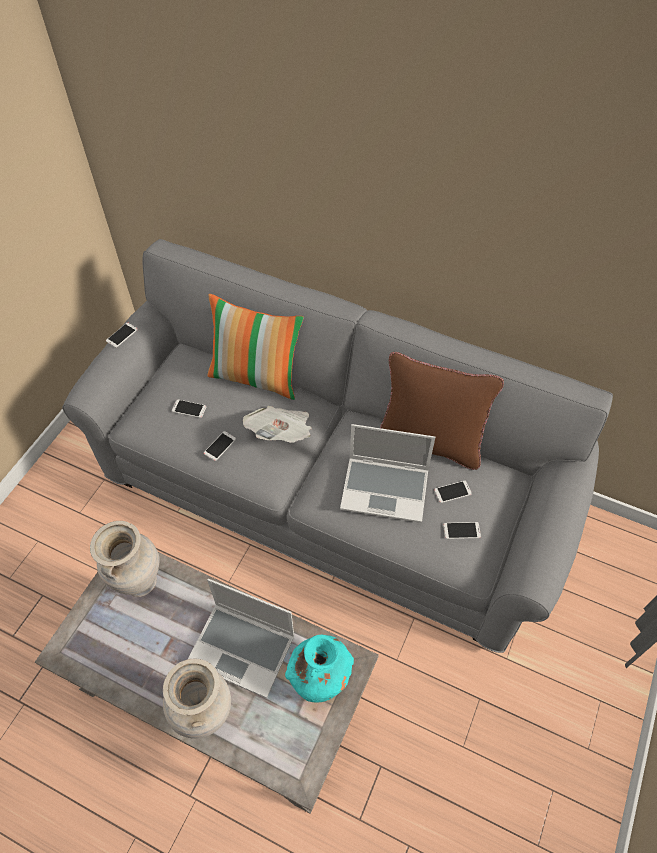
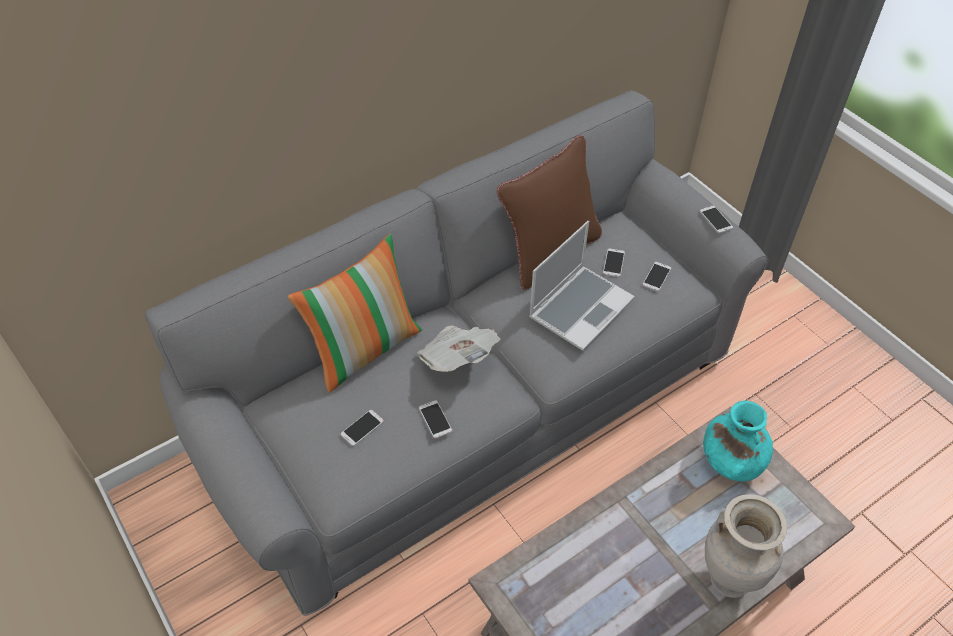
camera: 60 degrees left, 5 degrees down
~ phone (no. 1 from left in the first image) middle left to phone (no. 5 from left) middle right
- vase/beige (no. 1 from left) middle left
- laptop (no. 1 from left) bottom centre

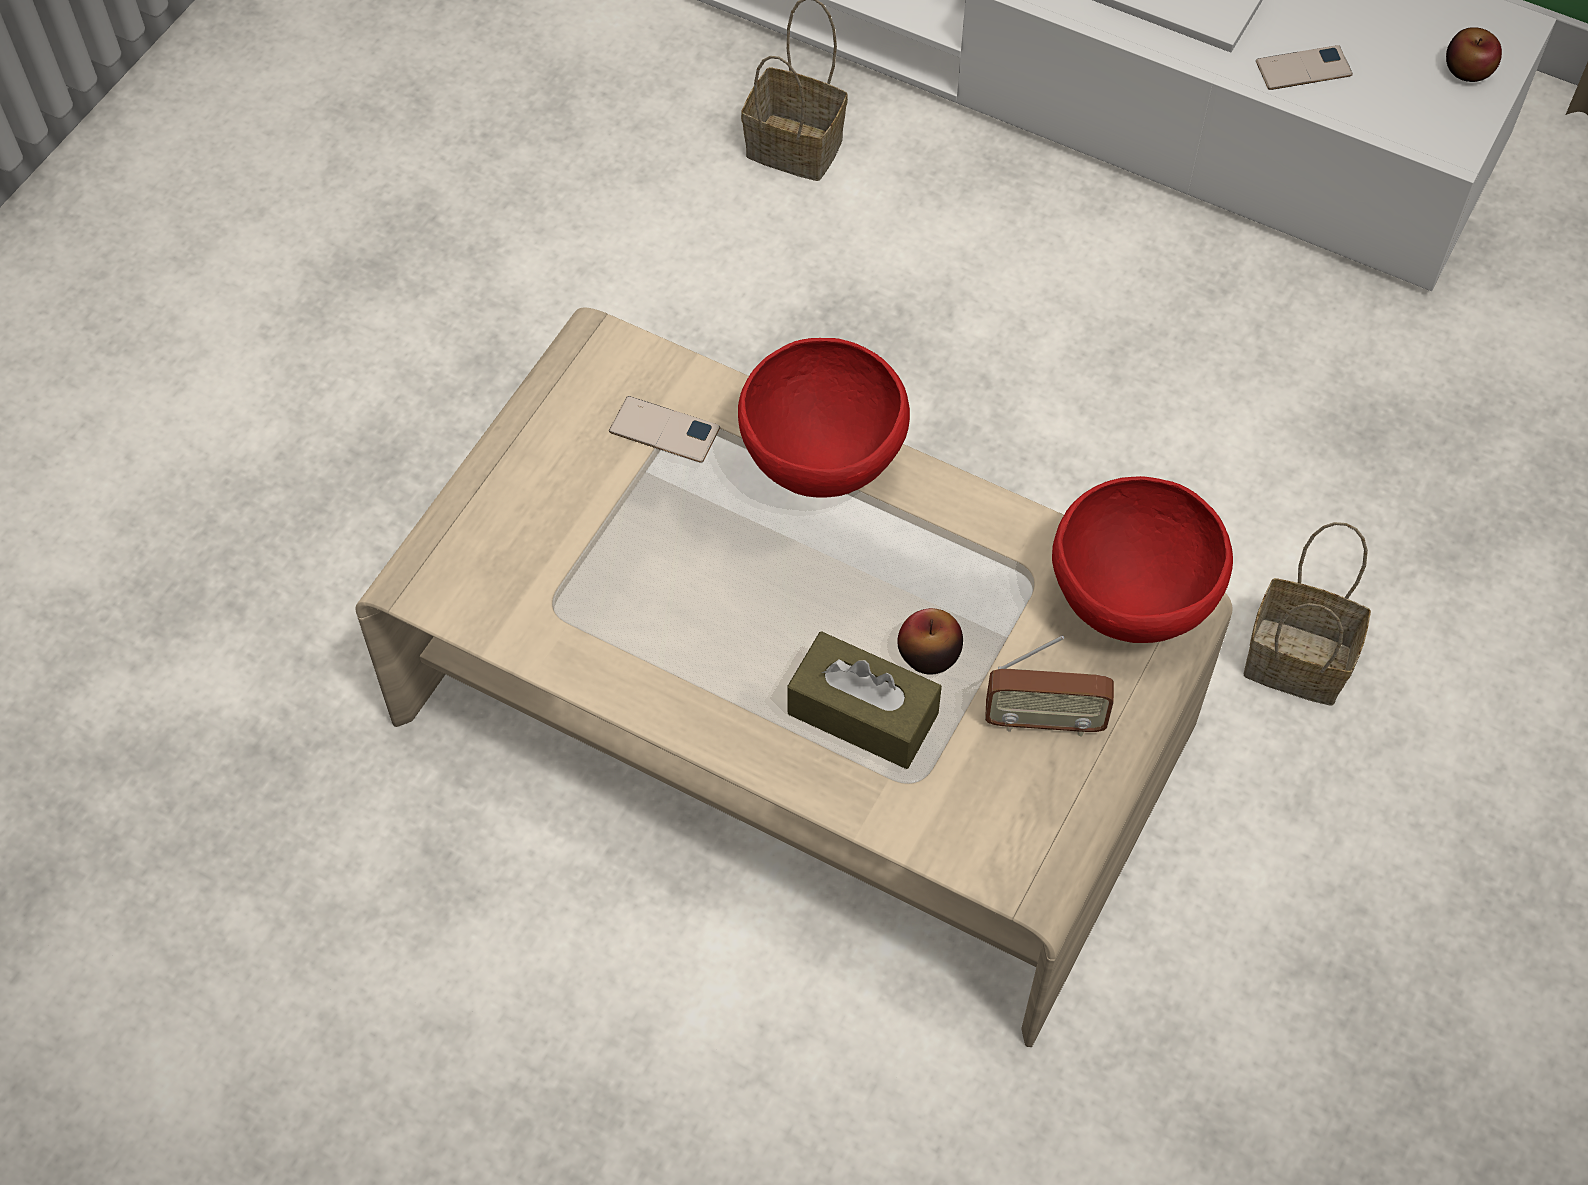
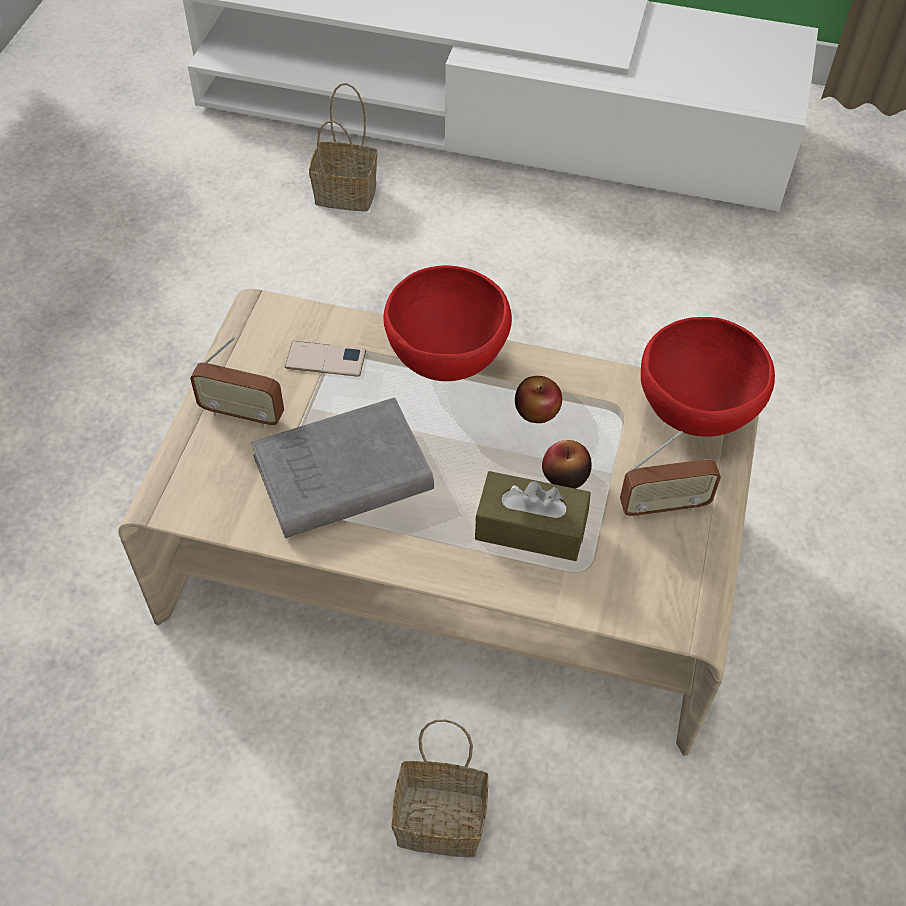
camera: 15 degrees left, 5 degrees down
~ apple (no. 2 from left in the first image) top right to apple (no. 1 from left) centre
- phone (no. 2 from left) top right
~ basket (no. 2 from left) middle right to bottom centre
+ radio (no. 1 from left) middle left
+ book/grey centre

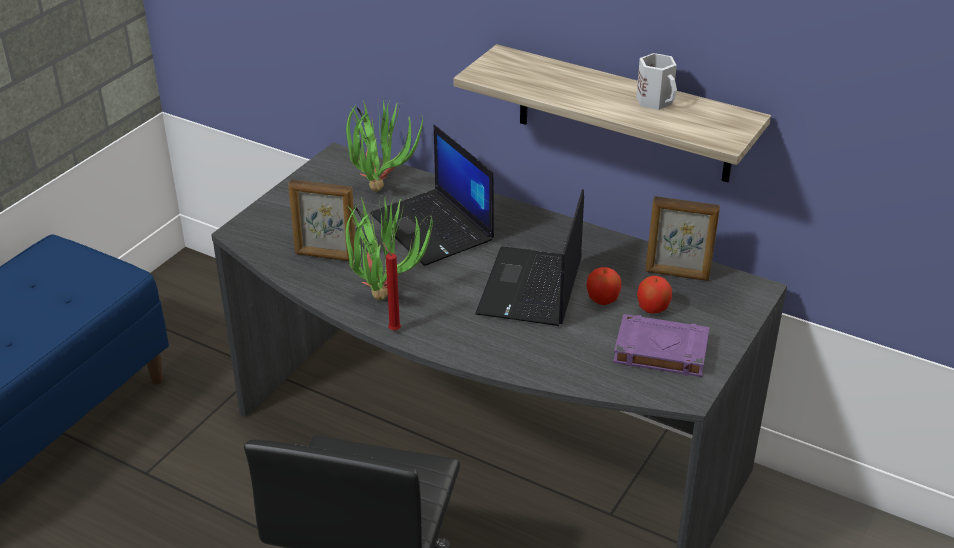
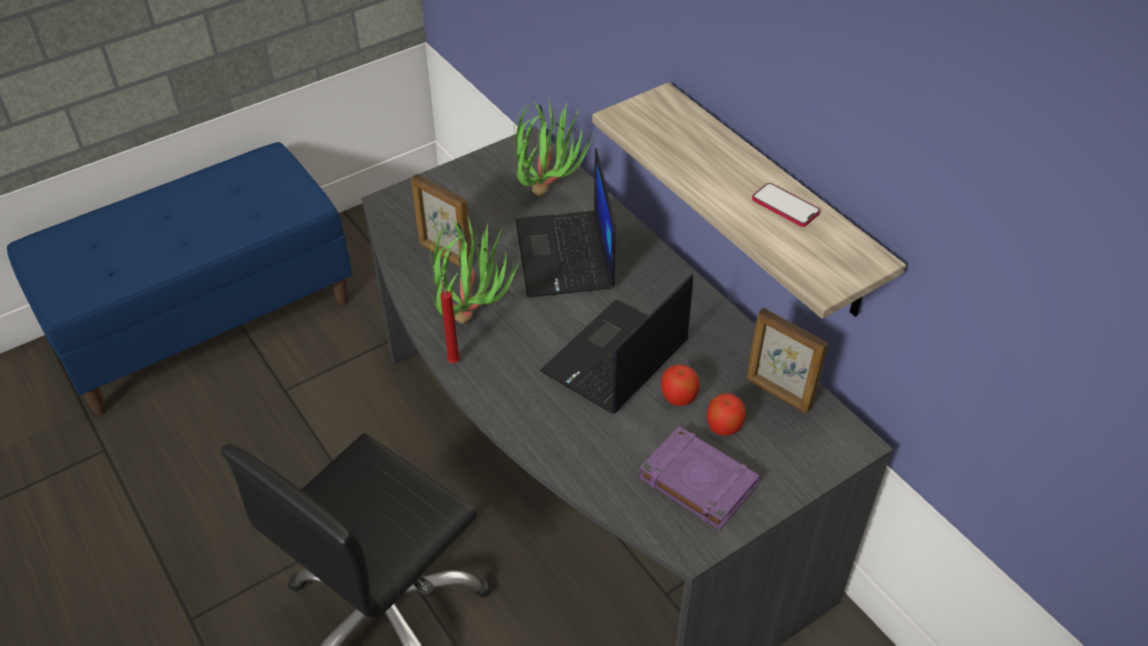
camera: 25 degrees right, 10 degrees up
~ mug/white top right to phone top right

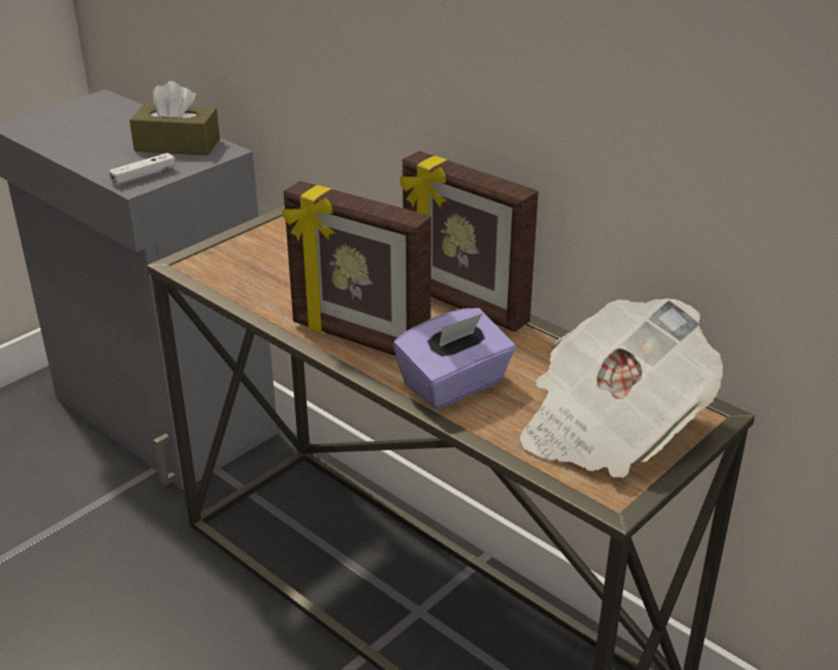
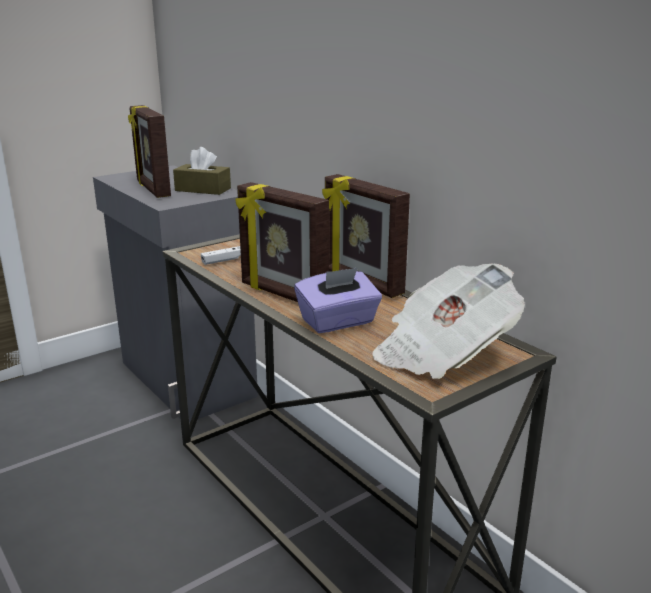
camera: 10 degrees right, 10 degrees down
~ game controller/white top left to centre
+ picture frame (no. 1 from left) top left

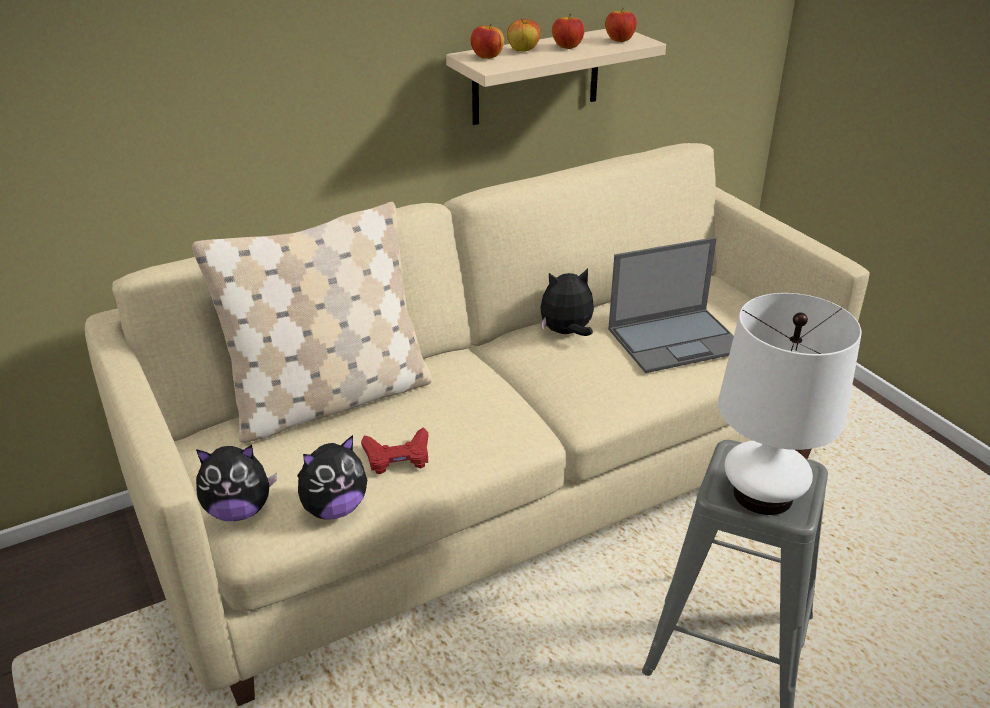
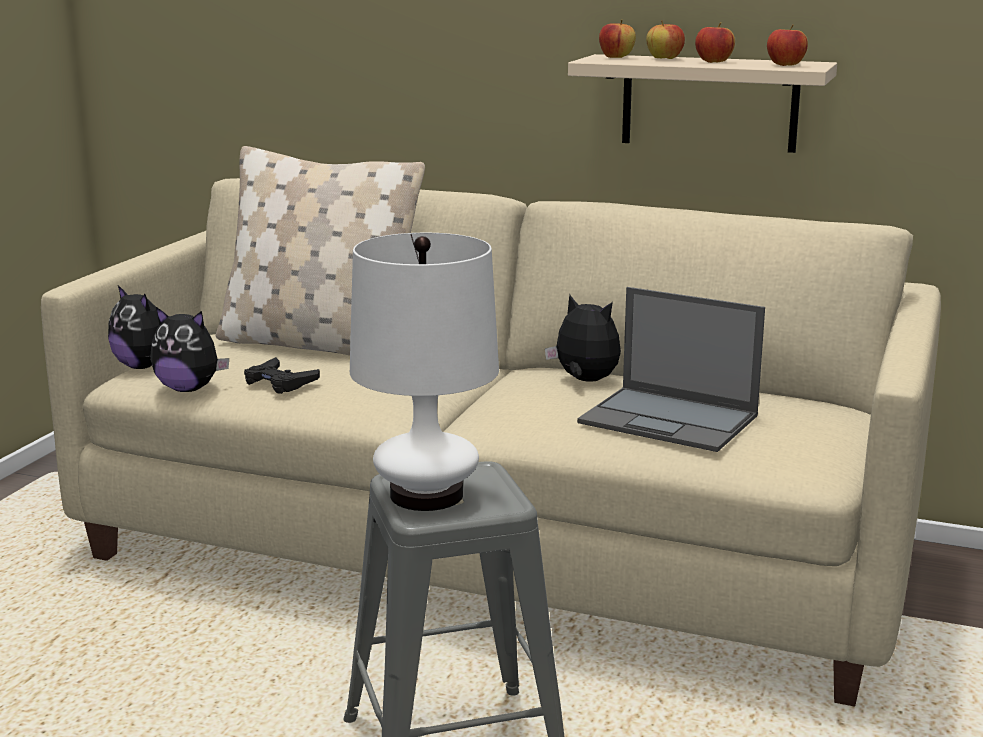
camera: 50 degrees right, 15 degrees down
~ game controller/red centre to game controller/black middle left

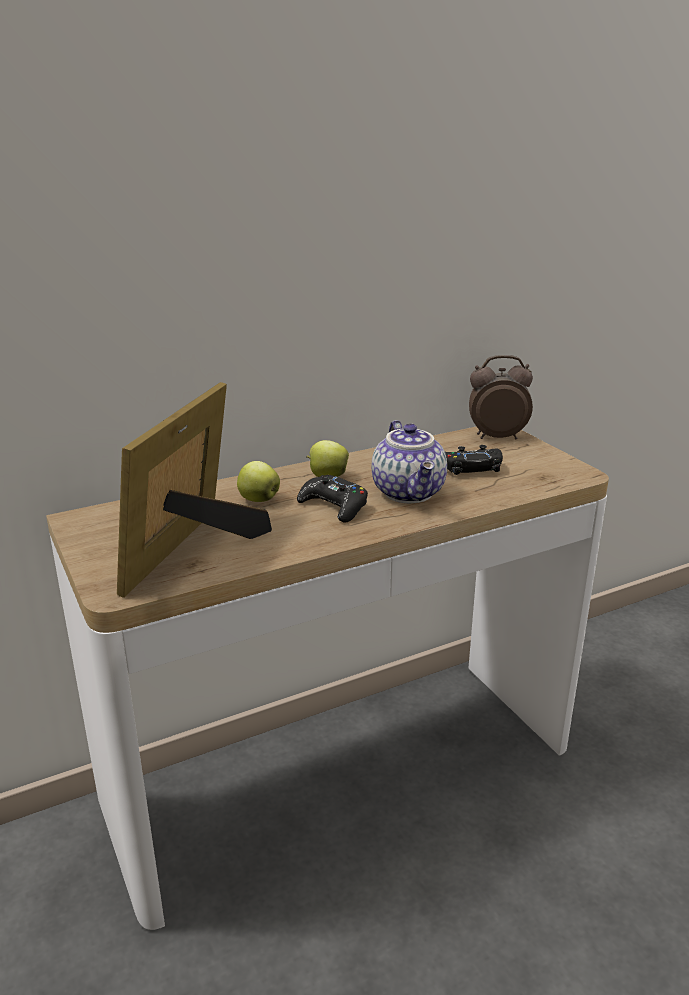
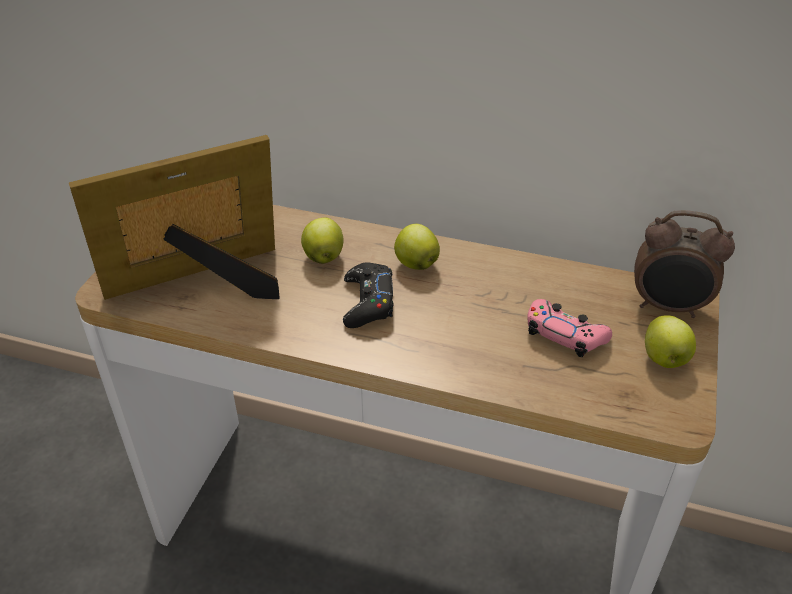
camera: 45 degrees right, 15 degrees up
~ alarm clock middle right = middle right 150 degrees clockwise
- teapot centre
~ game controller/black (no. 2 from left) middle right to game controller/pink middle right
+ apple (no. 3 from left) middle right

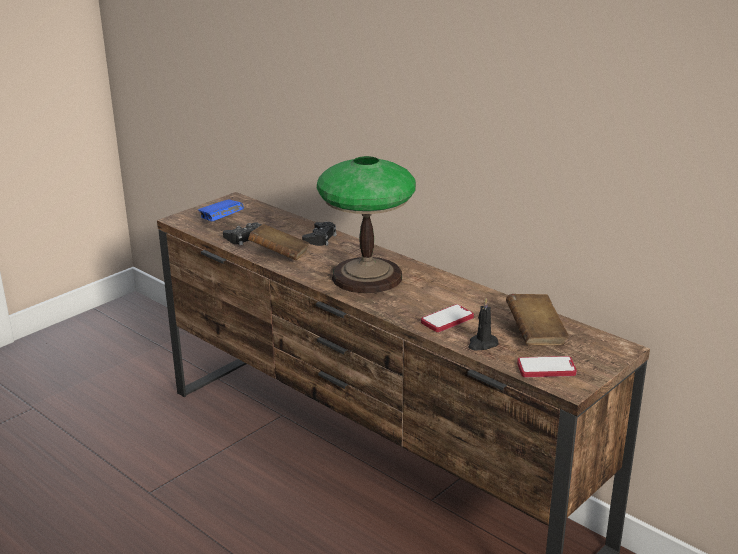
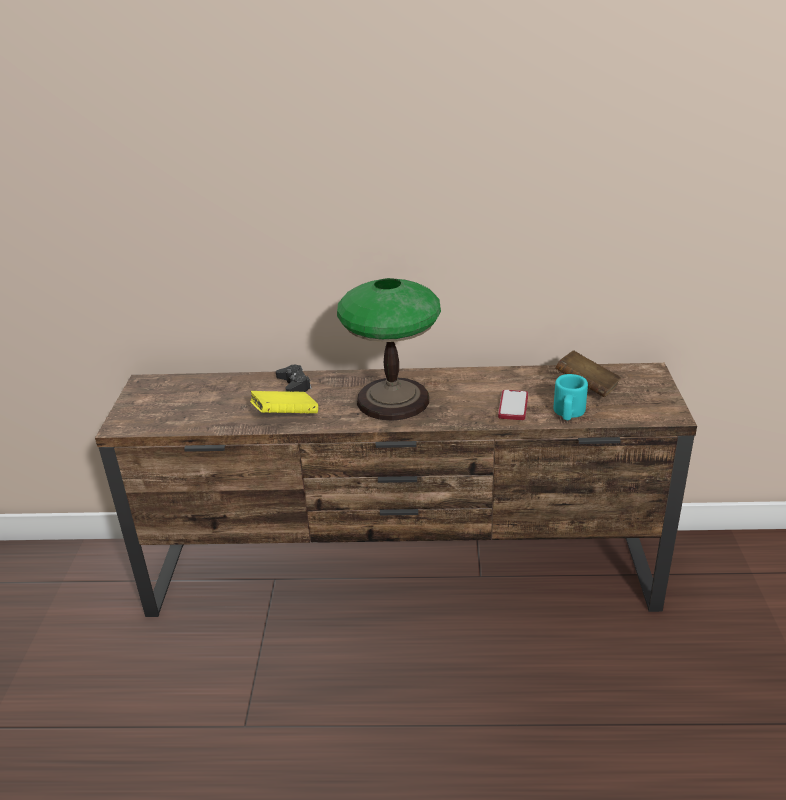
camera: 40 degrees left, 5 degrees up
- book/blue middle left
- game controller/black (no. 1 from left) middle left
~ book/brown (no. 1 from left) centre to book/yellow centre
~ candle/black centre to mug/turquoise middle right
- phone (no. 2 from left) middle right

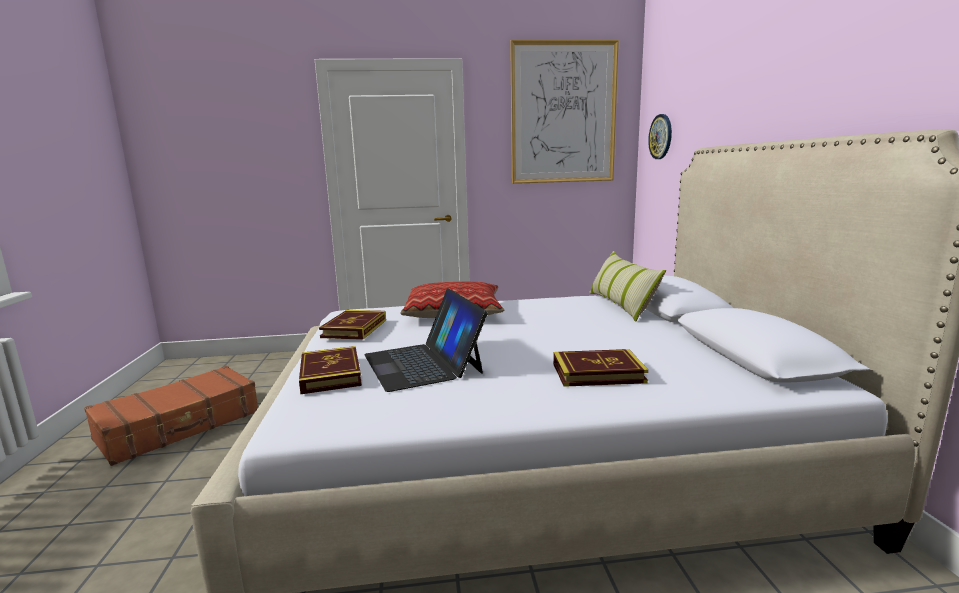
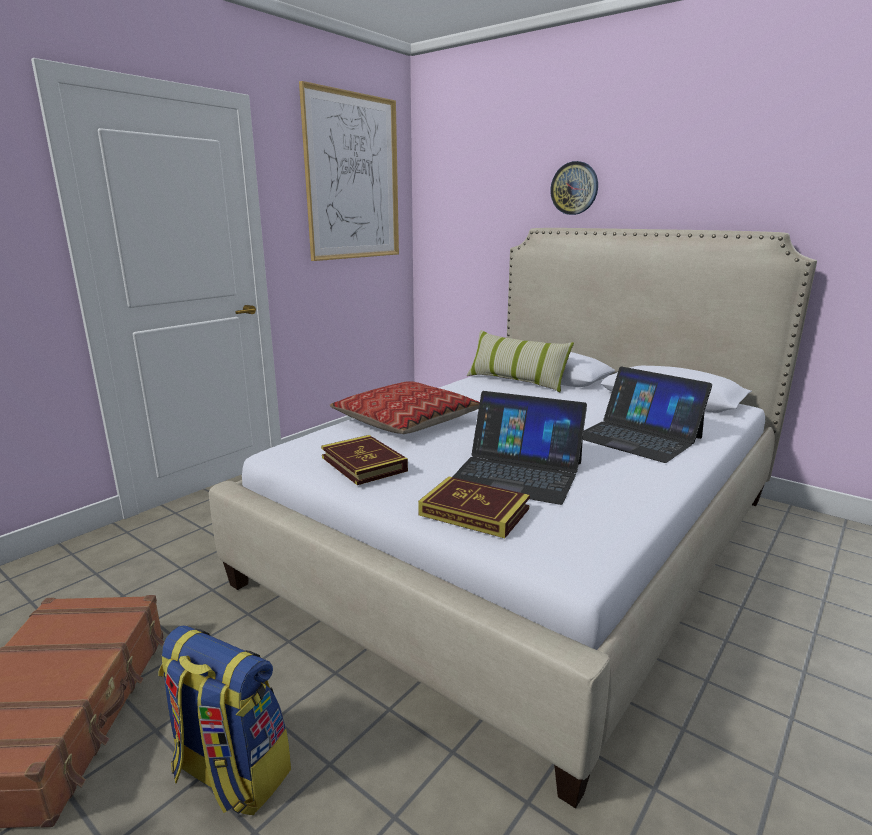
camera: 45 degrees left, 5 degrees up
~ wall clock top right to top centre
~ book (no. 3 from left) centre to laptop (no. 2 from left) middle right
+ backpack bottom left

